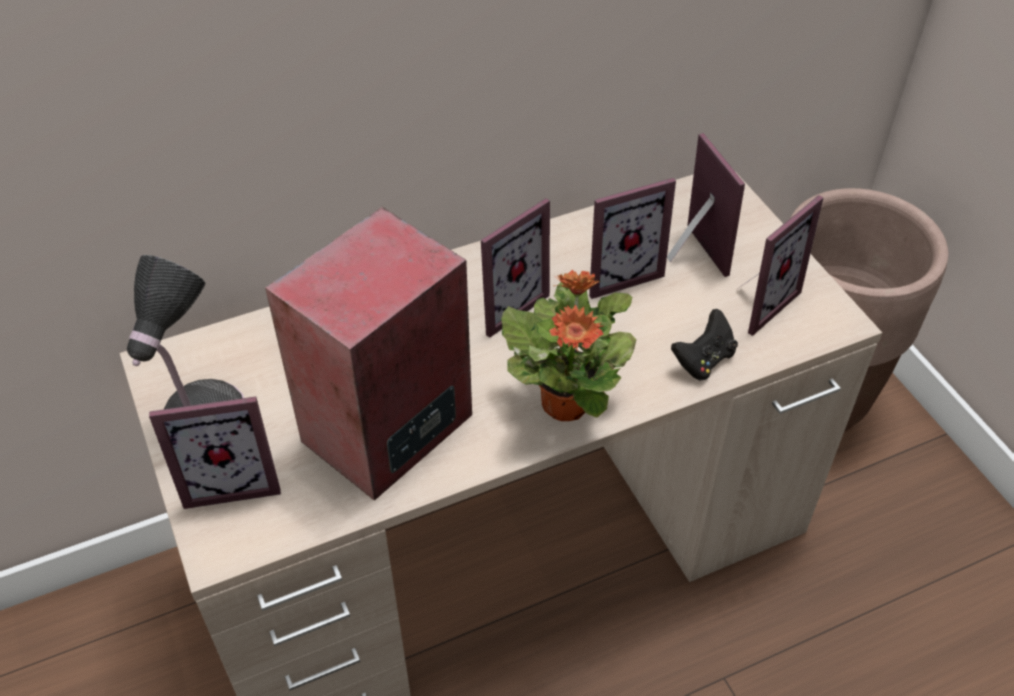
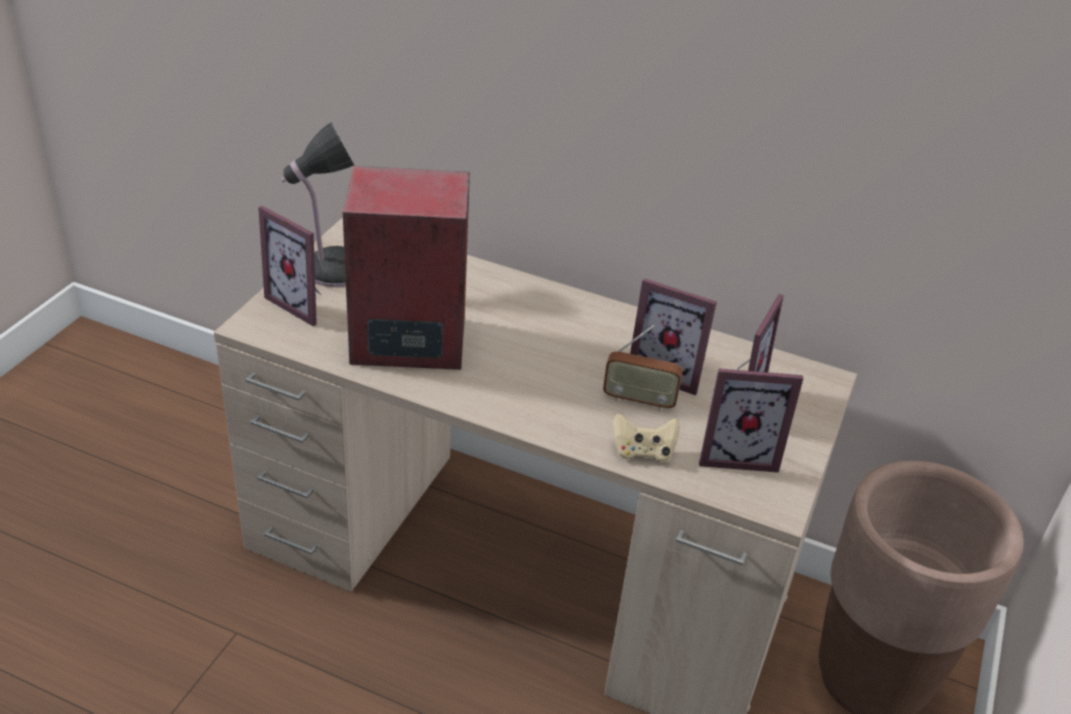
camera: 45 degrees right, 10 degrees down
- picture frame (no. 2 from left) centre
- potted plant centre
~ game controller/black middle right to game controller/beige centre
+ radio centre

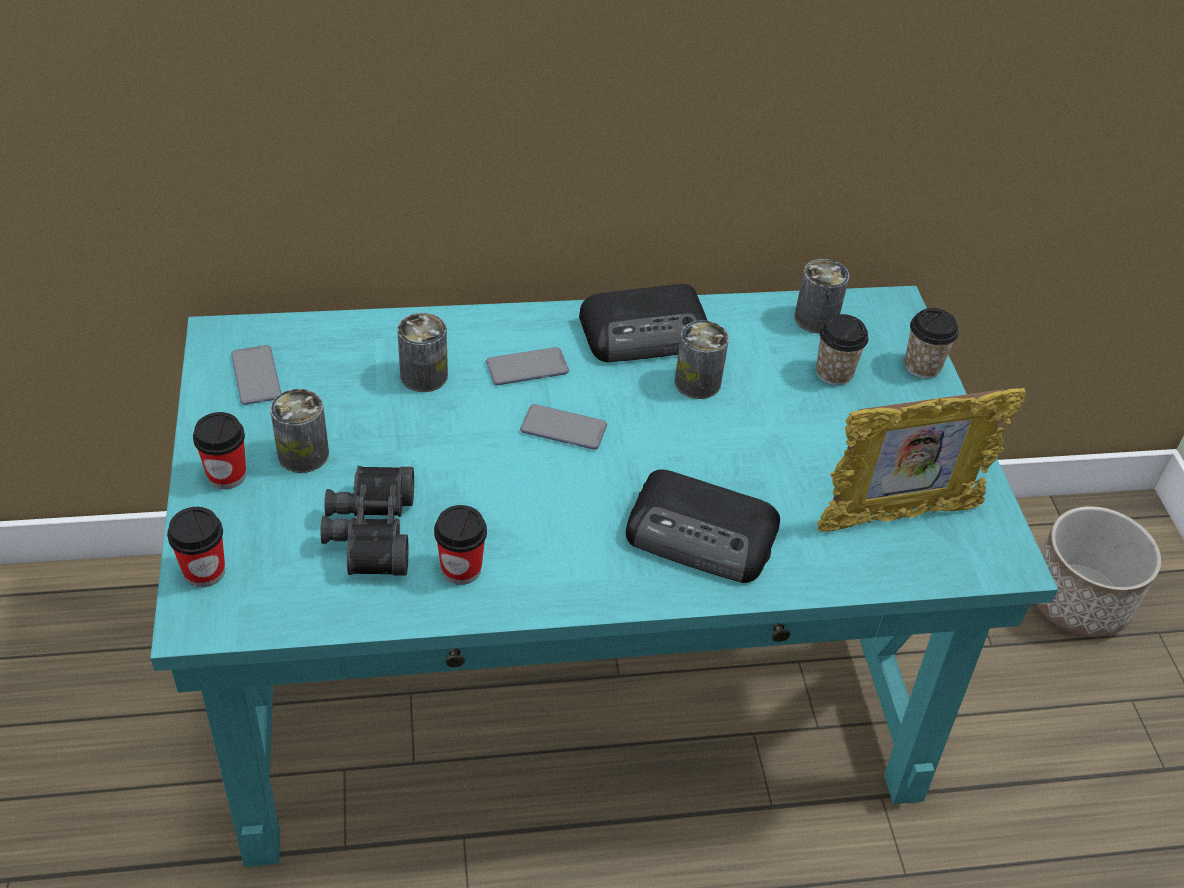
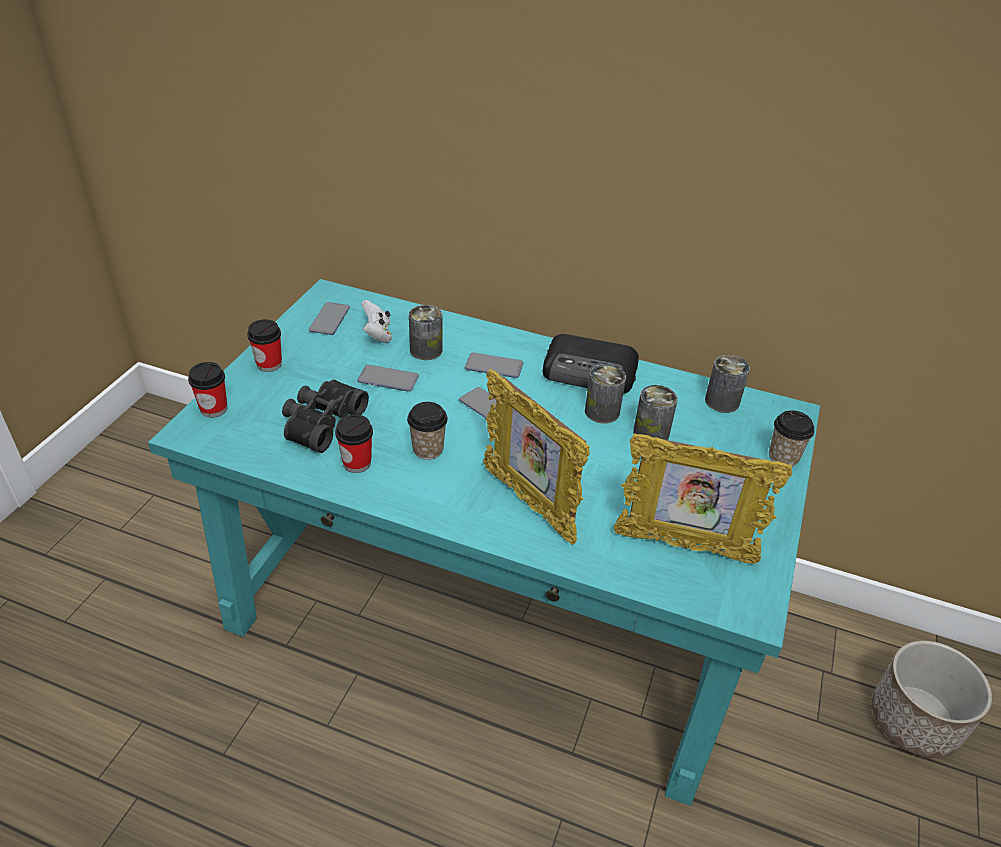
camera: 30 degrees right, 5 degrees down
~ cup (no. 4 from left) middle right to centre
~ can (no. 1 from left in the first image) middle left to can (no. 3 from left) centre
~ radio (no. 2 from left) centre to picture frame (no. 1 from left) centre
+ game controller/white centre
+ phone (no. 2 from left) centre

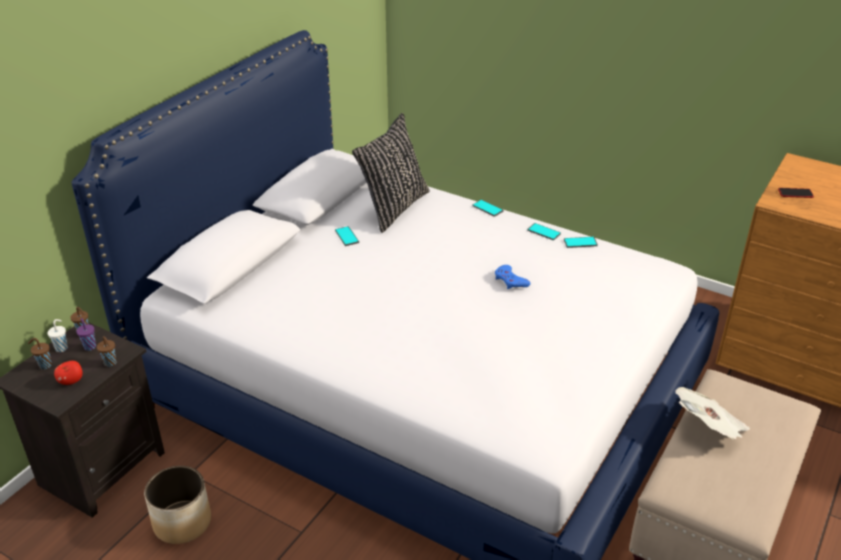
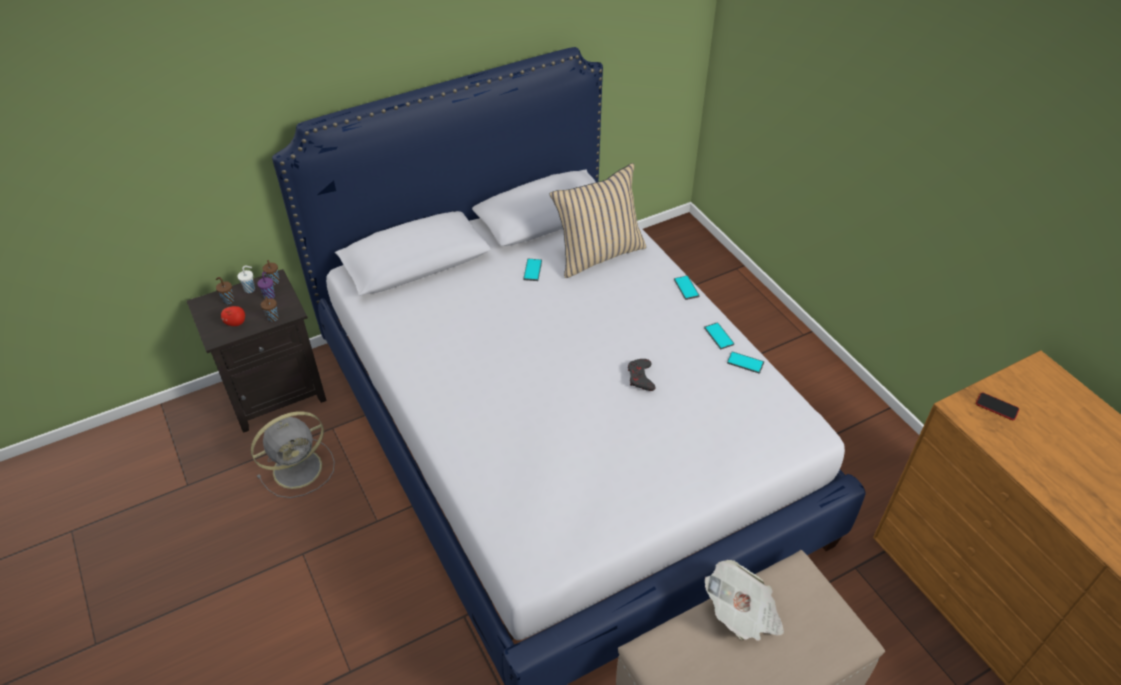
camera: 30 degrees right, 10 degrees up
~ pillow/black top centre to pillow/beige top centre
~ game controller/blue centre to game controller/grey centre
~ planter bottom left to fan/grey middle left

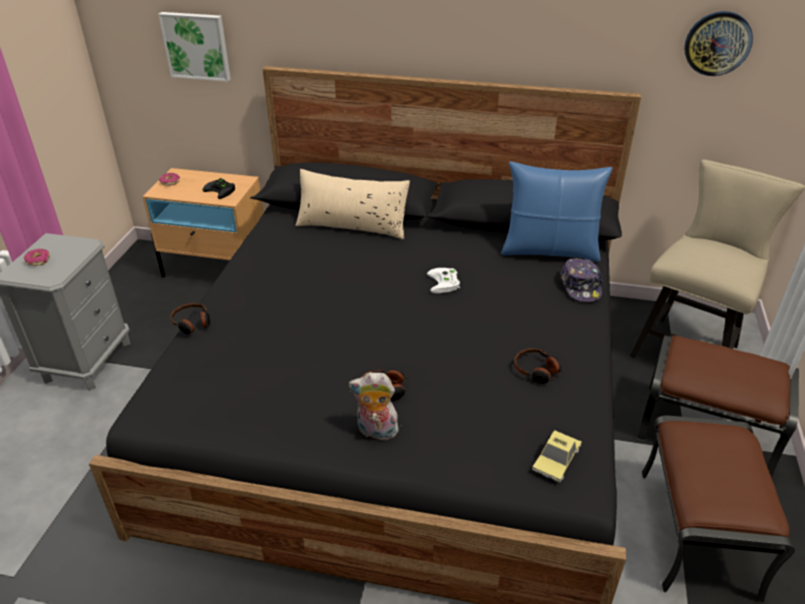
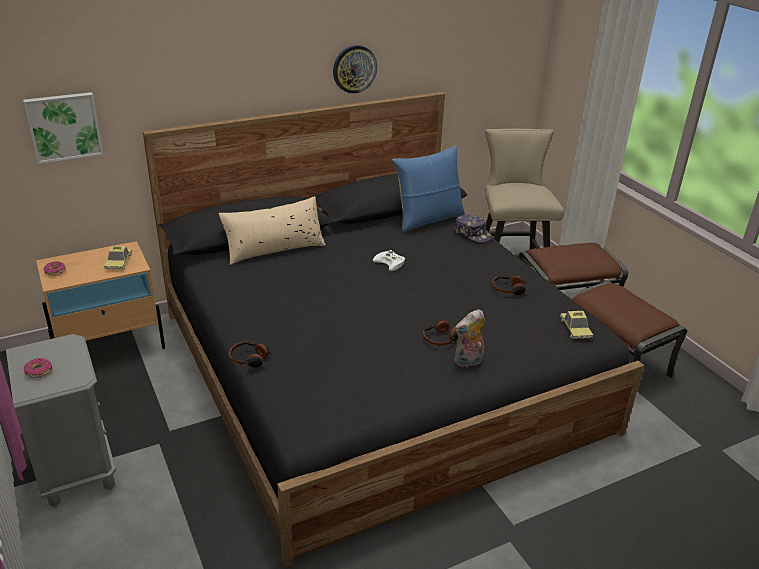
camera: 40 degrees left, 5 degrees down
~ wall clock top right to top centre
~ game controller/black top left to toy car (no. 1 from left) middle left

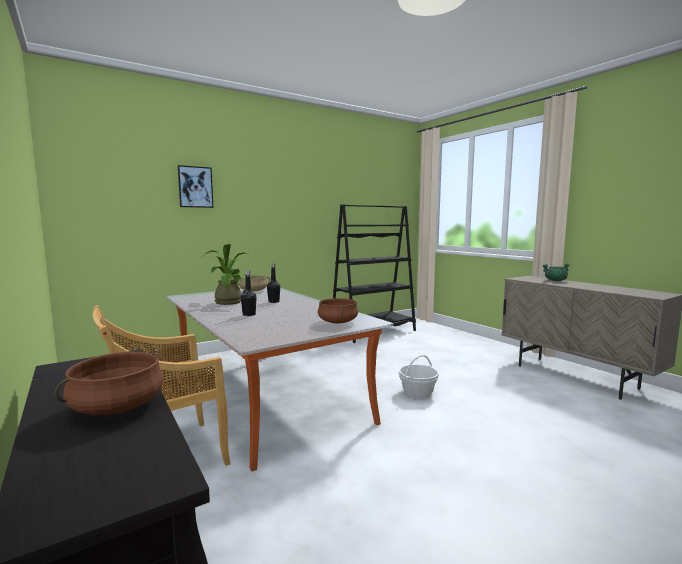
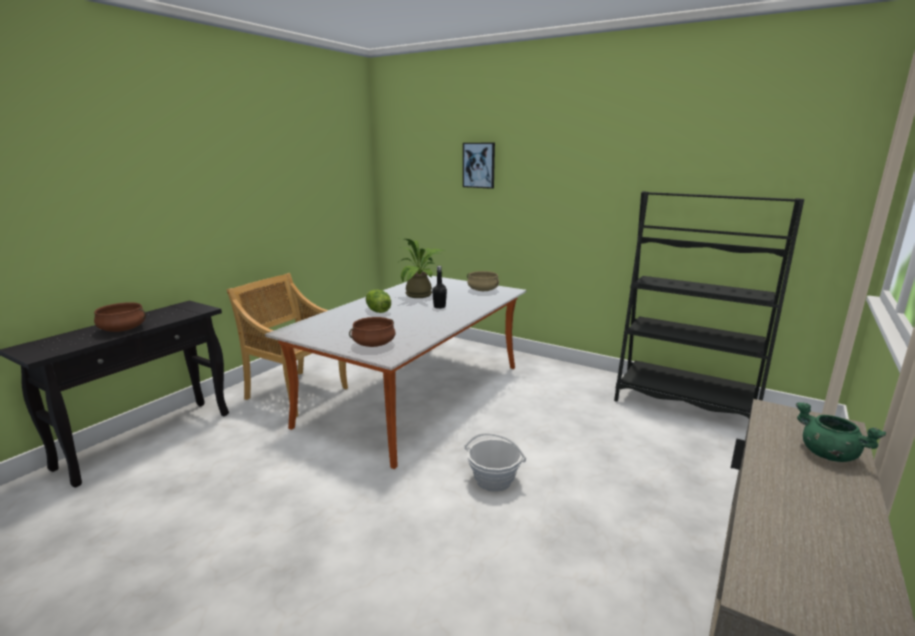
camera: 65 degrees right, 10 degrees up
~ bottle/black (no. 1 from left) centre to lettuce centre

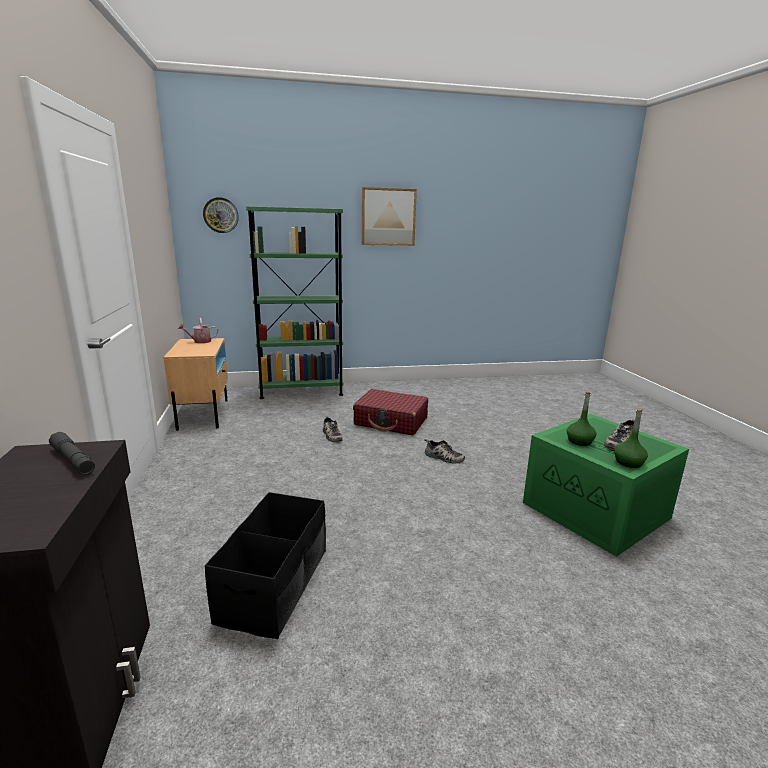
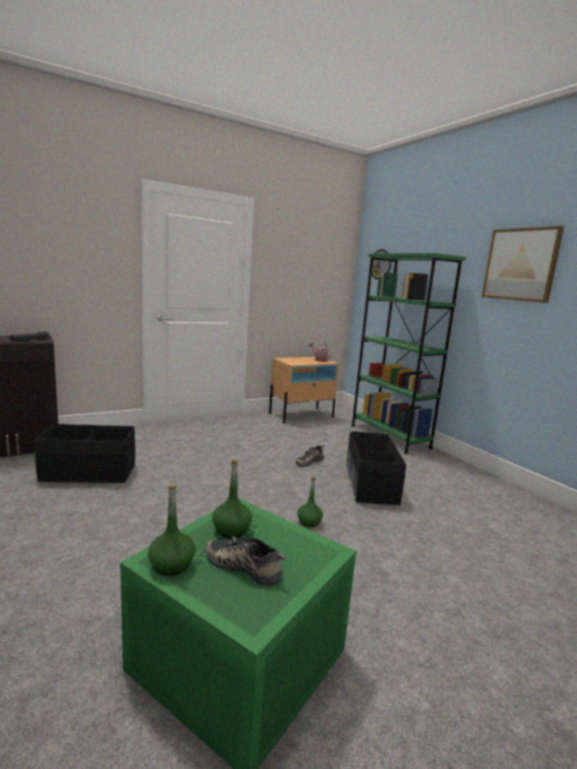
camera: 70 degrees right, 5 degrees down
~ suitcase/red centre to storage box/black (no. 2 from left) centre
~ shoe (no. 2 from left) centre to bottle/green (no. 3 from left) centre

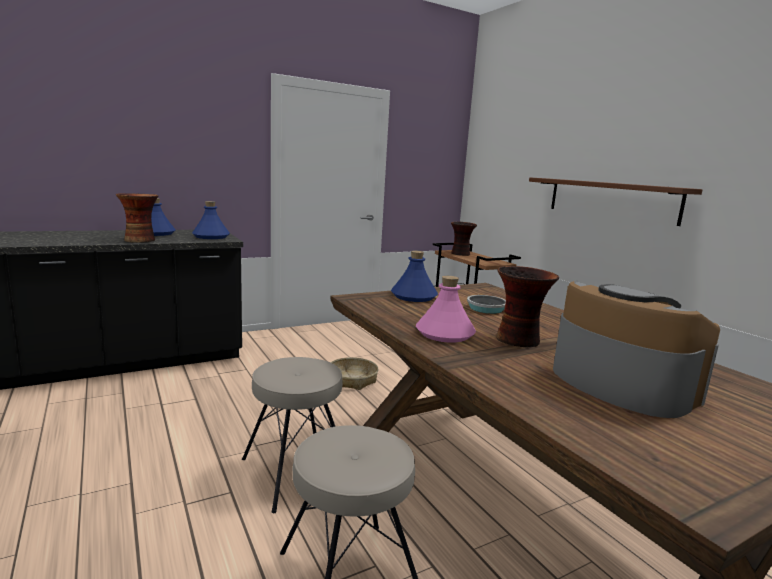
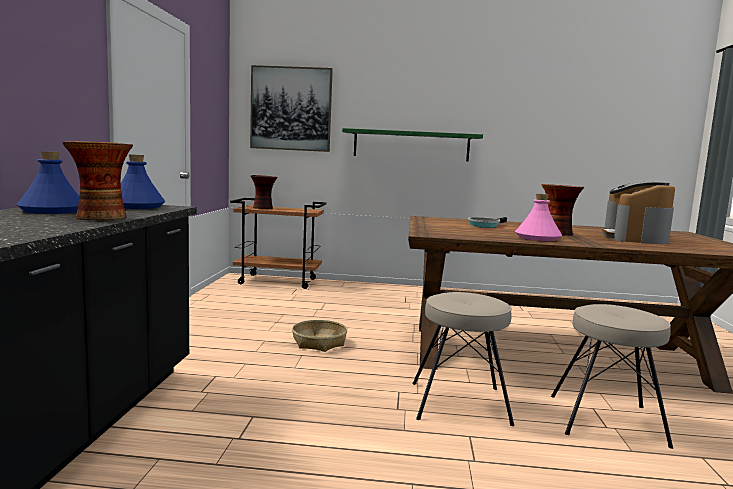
camera: 55 degrees left, 5 degrees down
~ shelf/brown middle right to shelf/green top centre
- bottle/blue (no. 3 from left) centre
~ coffee machine middle right = middle right 75 degrees counterclockwise
+ picture top centre

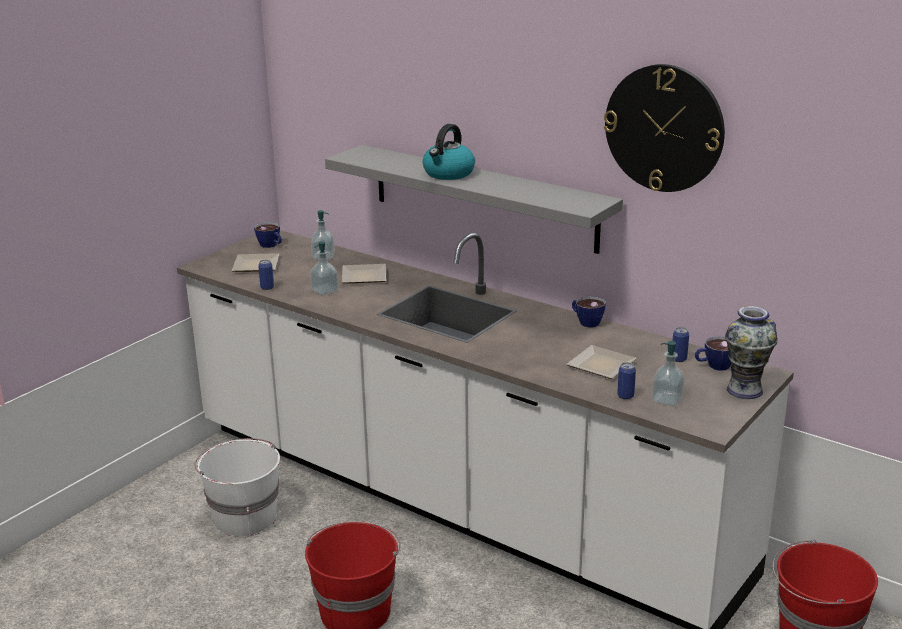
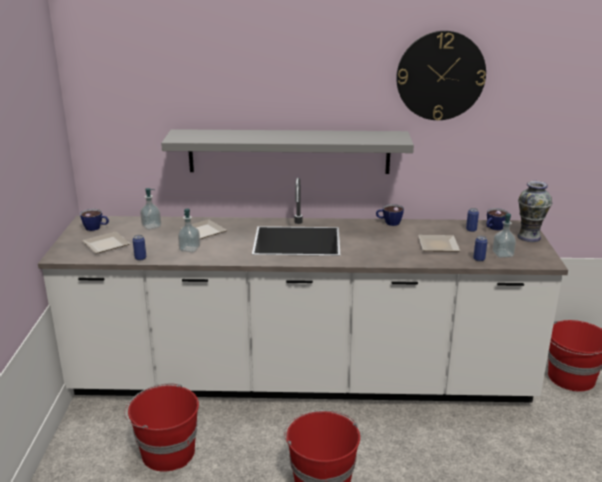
camera: 35 degrees left, 0 degrees up
- kettle top centre
~ bucket/white bottom left to bucket/red (no. 1 from left) bottom left

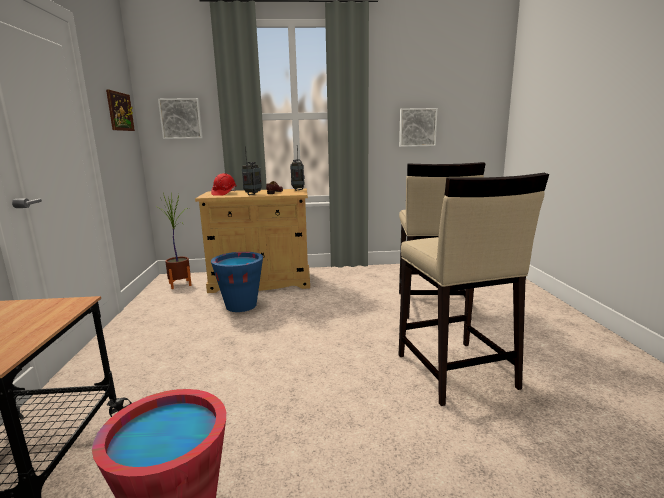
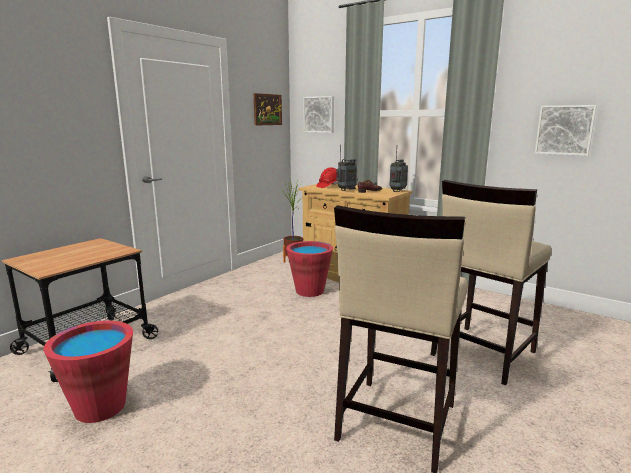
camera: 40 degrees right, 0 degrees up
~ bucket/blue centre to bucket/red (no. 2 from left) centre

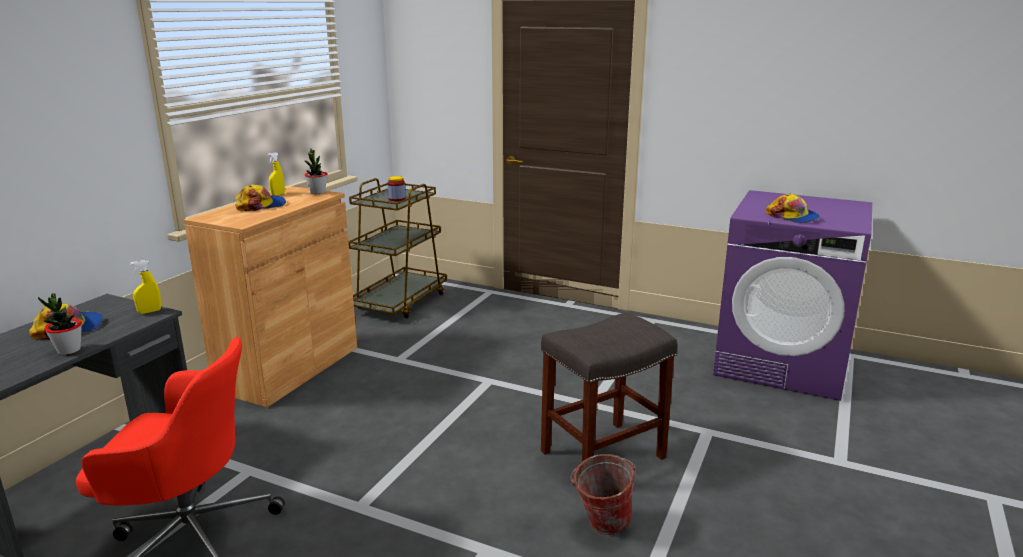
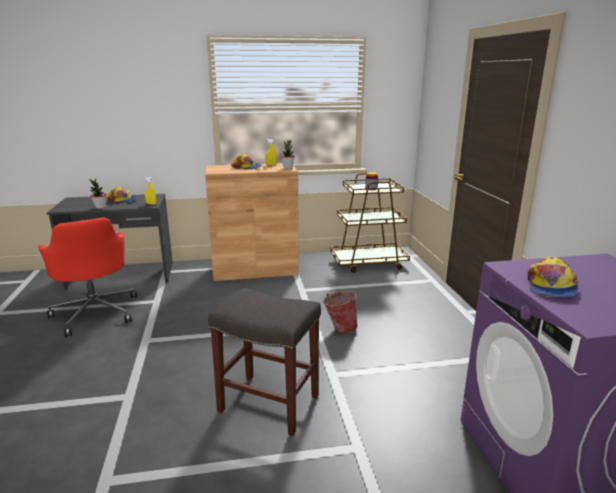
camera: 55 degrees right, 0 degrees up
~ bucket bottom centre to centre

